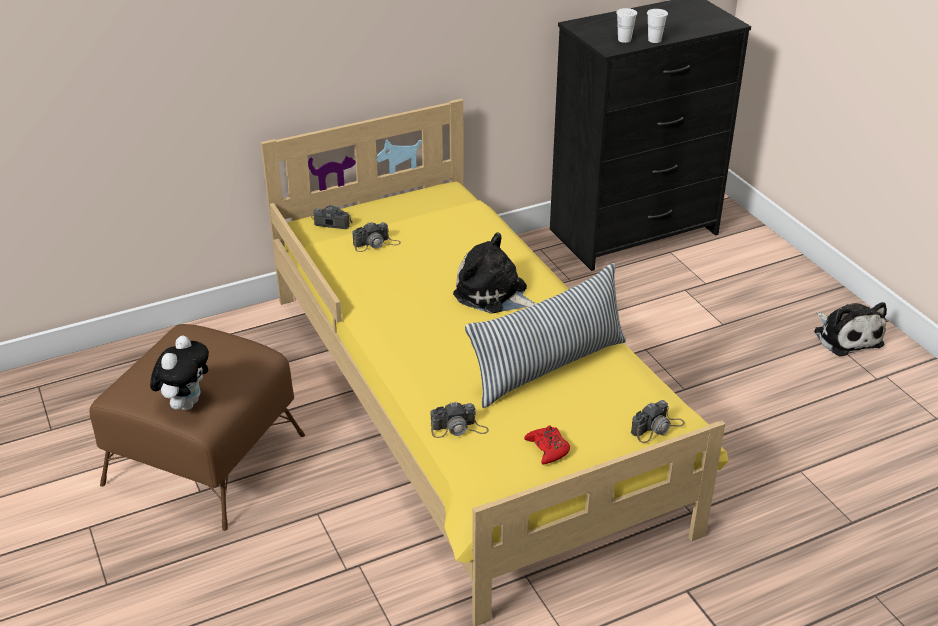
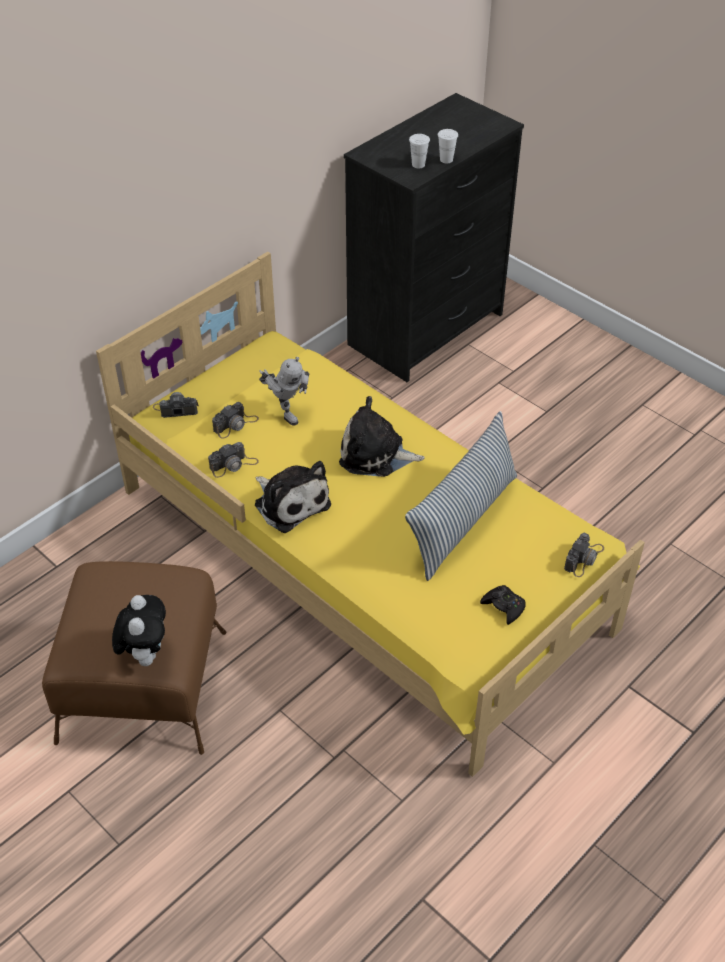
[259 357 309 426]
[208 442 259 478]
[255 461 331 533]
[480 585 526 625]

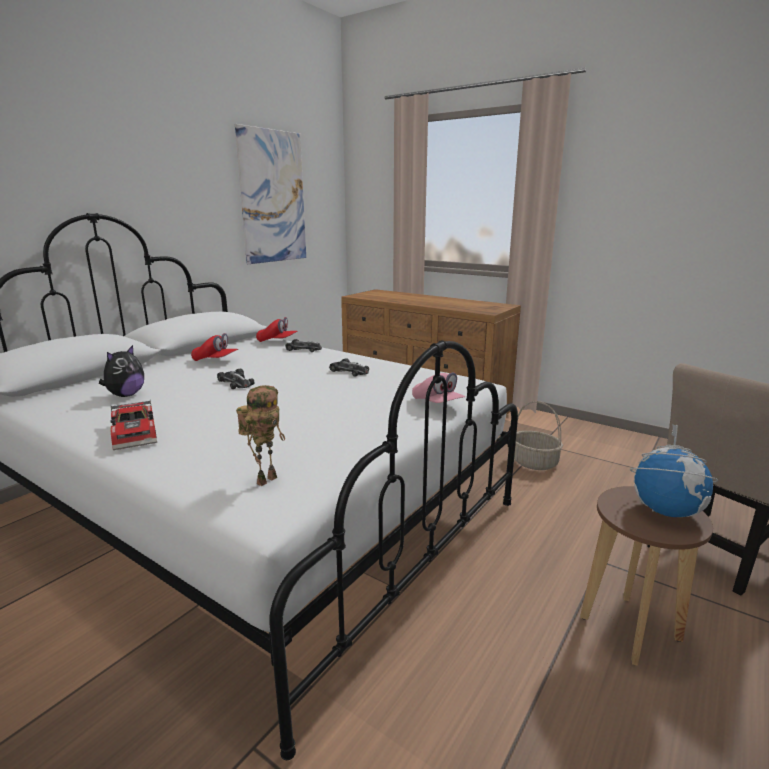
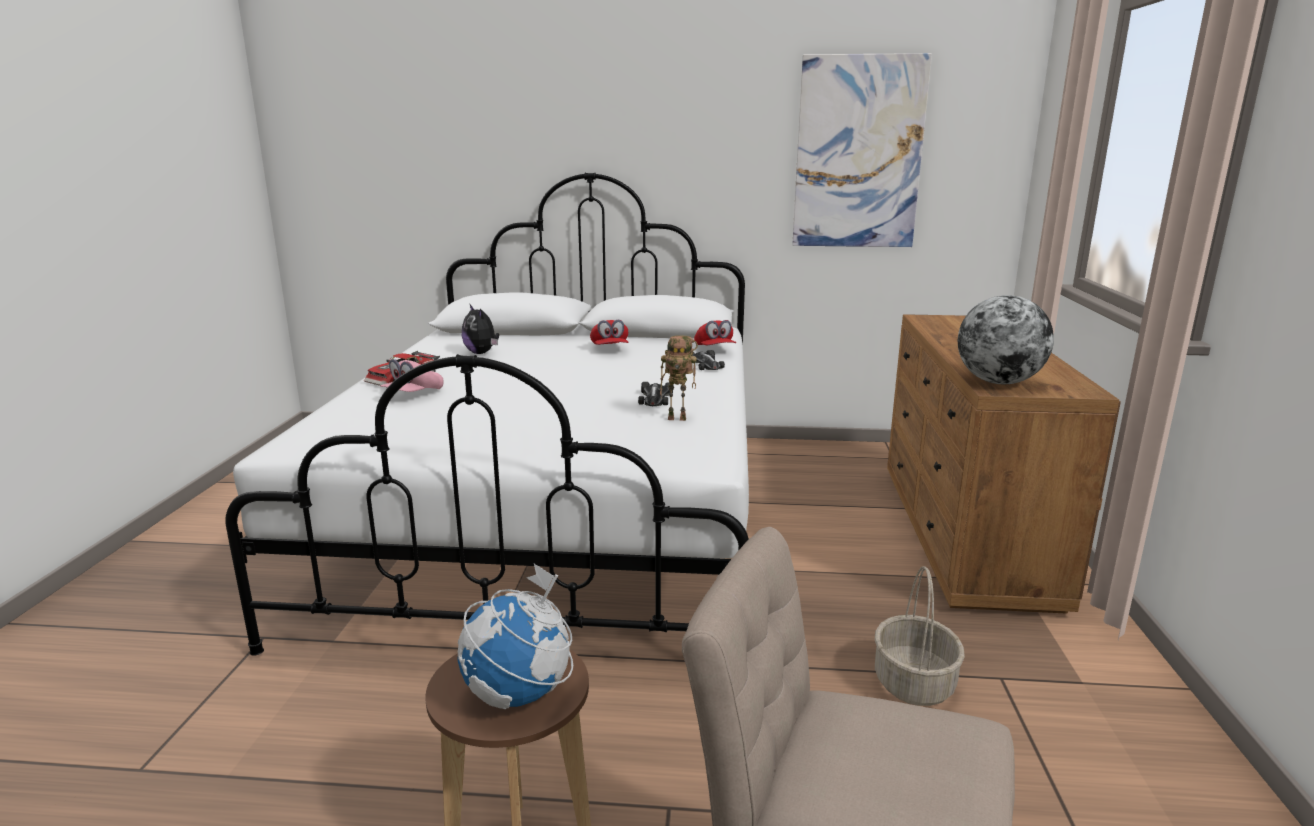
[217 369 254 389] (first image)
[958 295 1054 384]
[660 335 698 421]
[380 359 443 392]
[462 305 499 354]

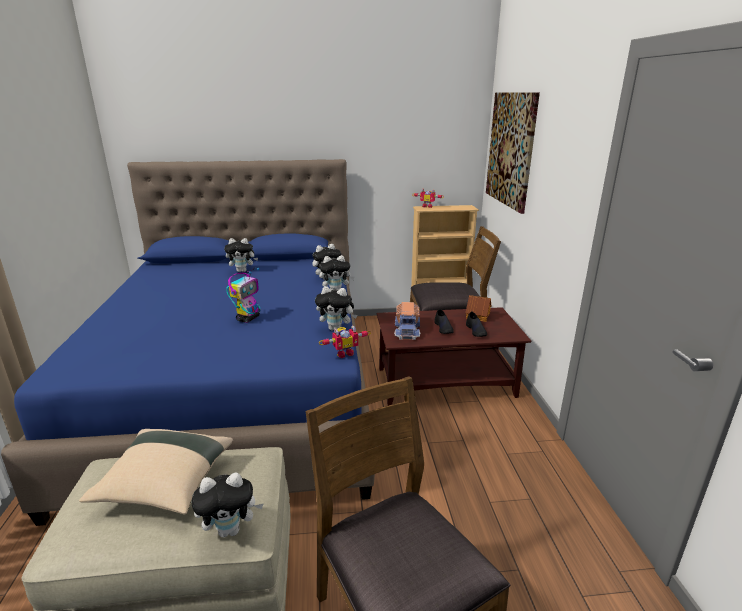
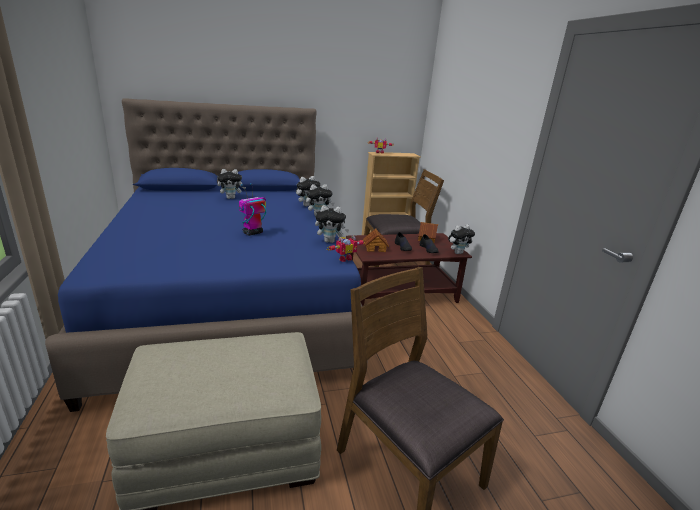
[79 429 233 515] (first image)
[486 93 540 214] (first image)
[448 224 475 254]
[363 228 389 252]
[239 183 266 236]

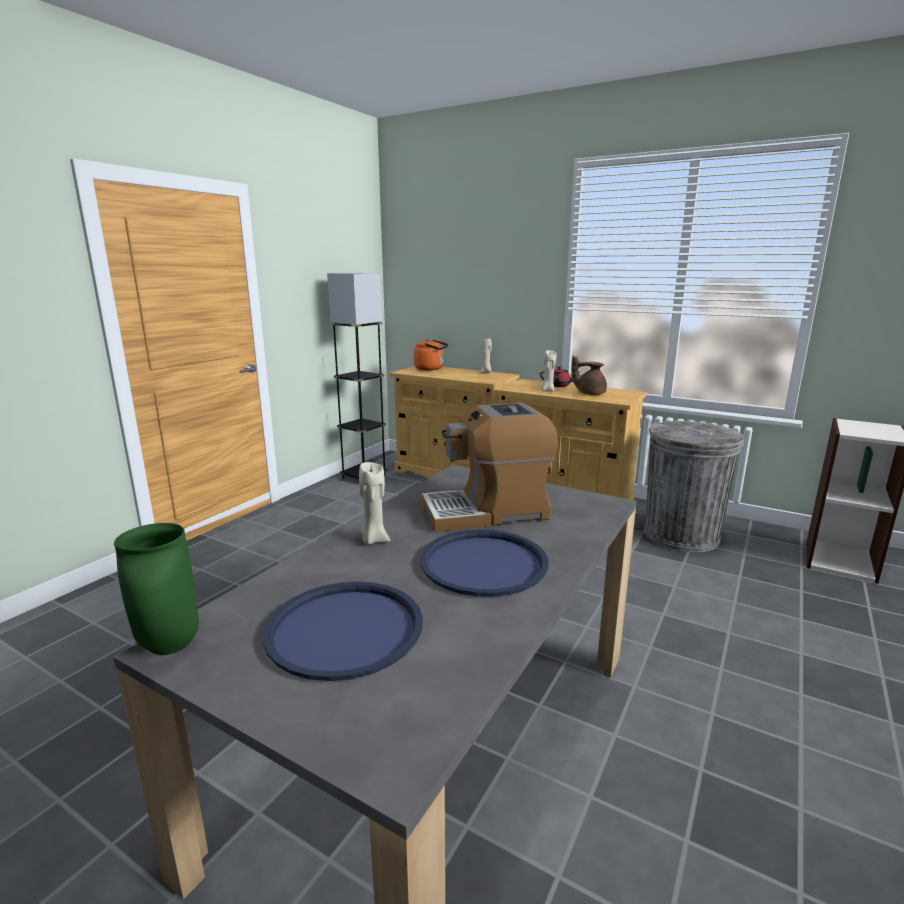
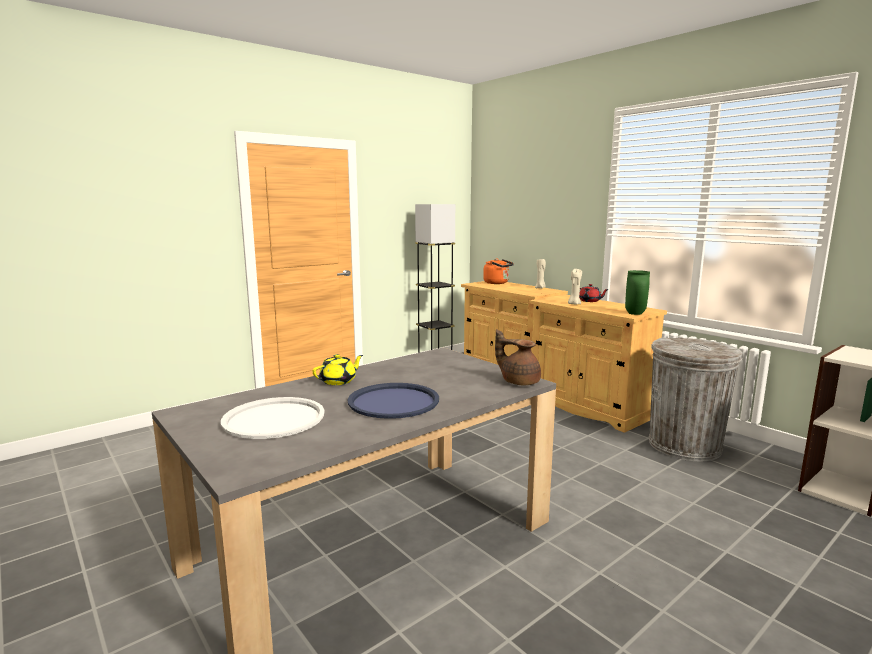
[421 403 558 532] (first image)
[625 270 650 315]
[495 329 541 385]
[312 354 363 385]
[221 397 325 439]

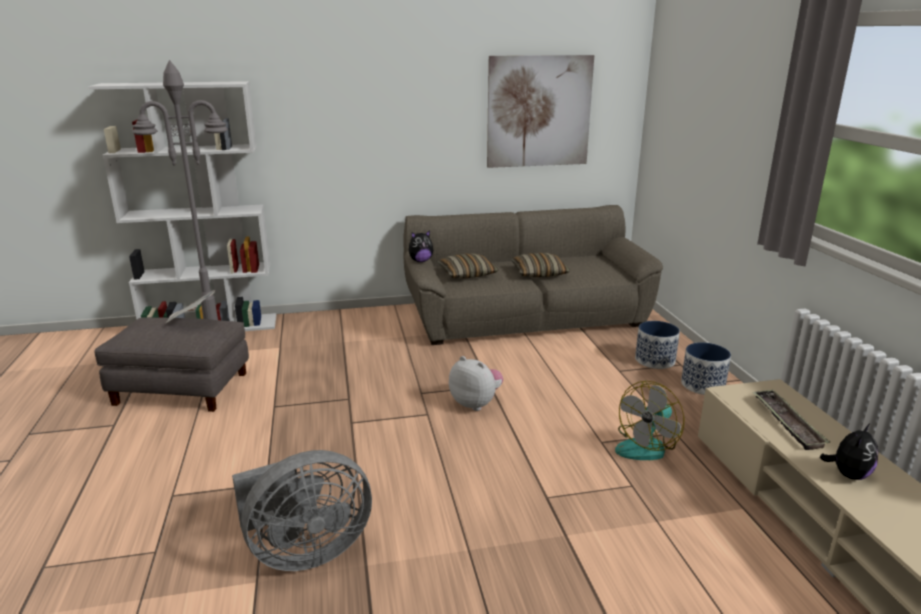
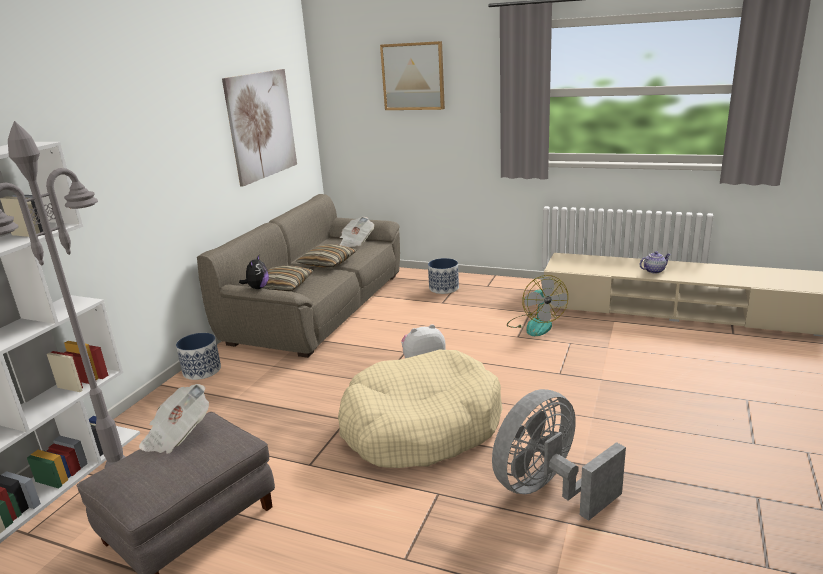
[752 390 830 450] (first image)
[338 350 502 468]
[340 217 374 247]
[380 41 445 110]
[176 333 221 380]
[640 251 671 274]
[492 389 626 521]

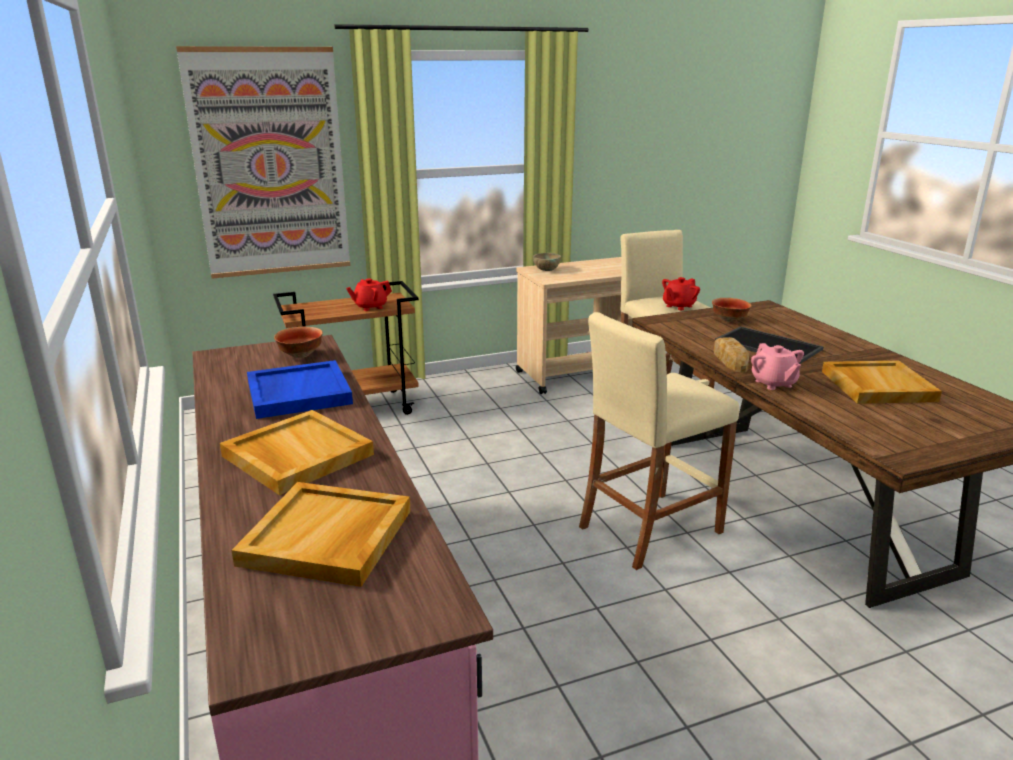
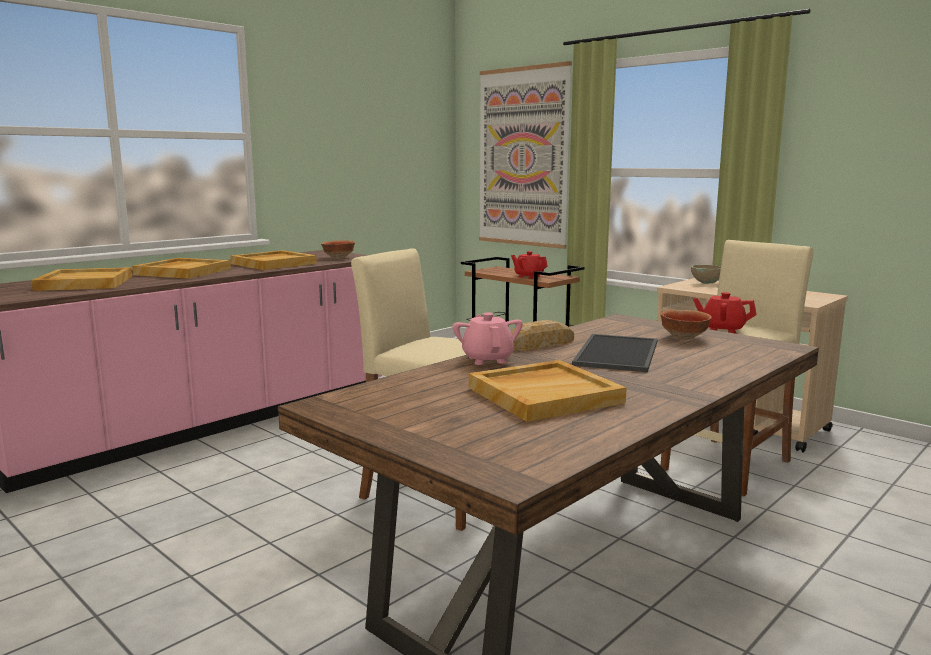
[230 250 317 270]
[452 313 523 365]

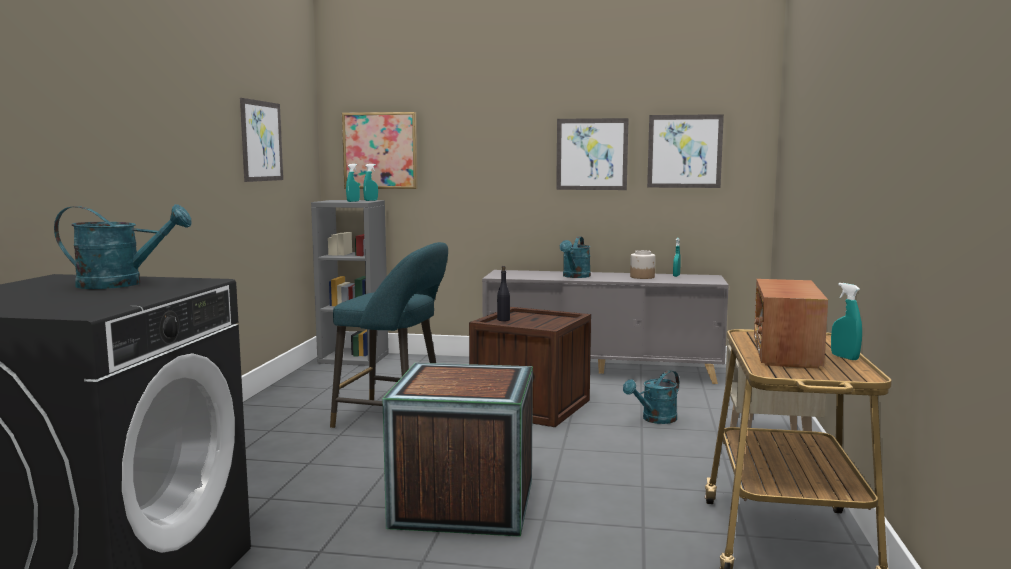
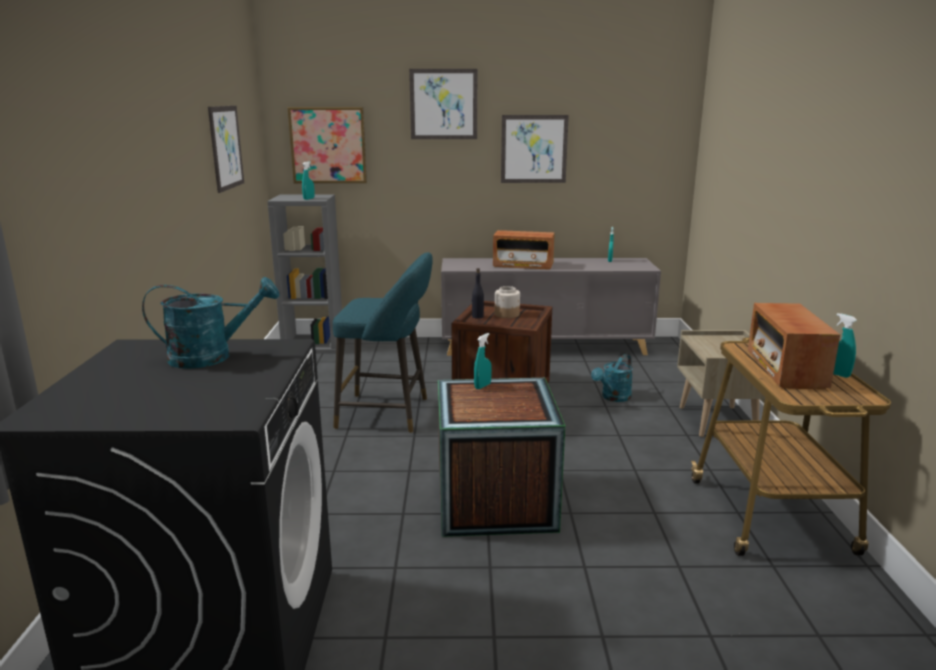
[474 333 492 389]
[495 286 520 318]
[409 69 477 139]
[493 230 555 270]

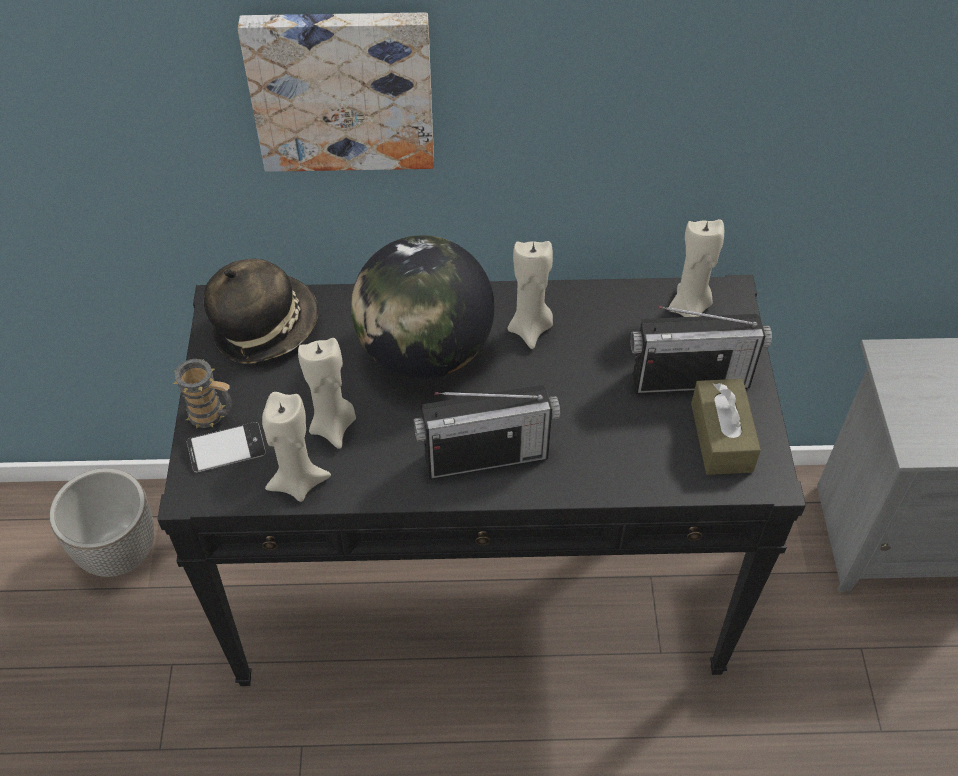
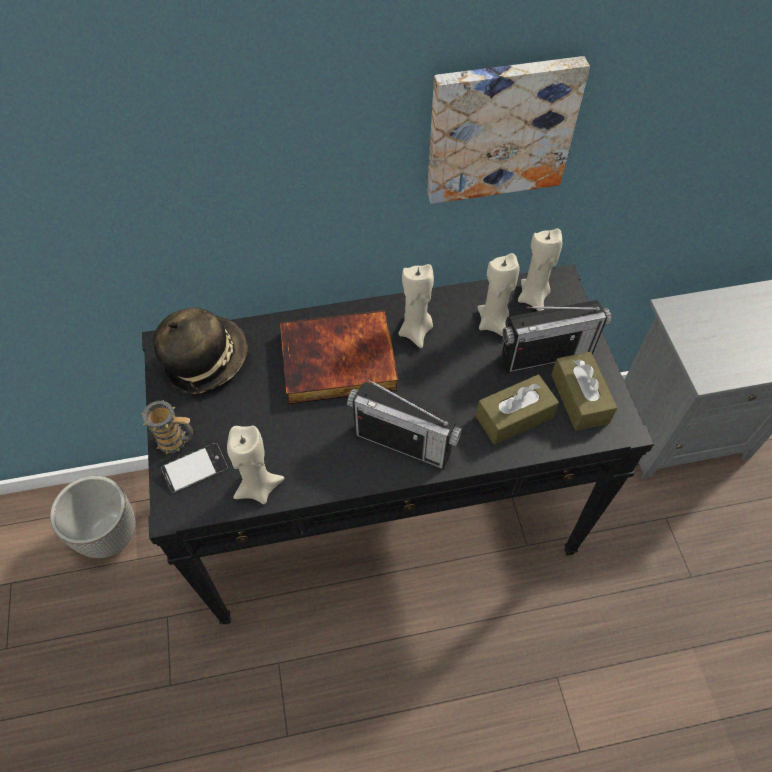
[476 375 559 445]
[427 56 590 204]
[478 253 519 336]
[280 310 399 404]
[347 378 462 470]

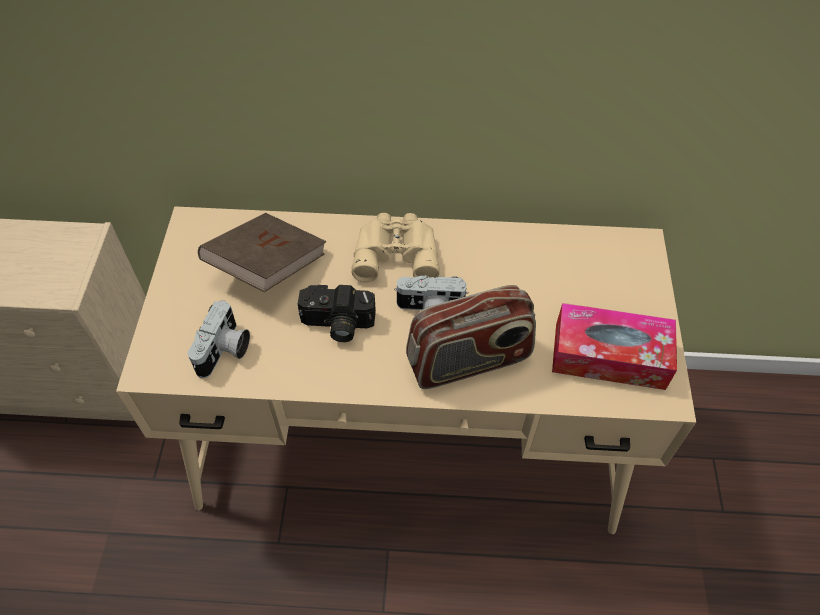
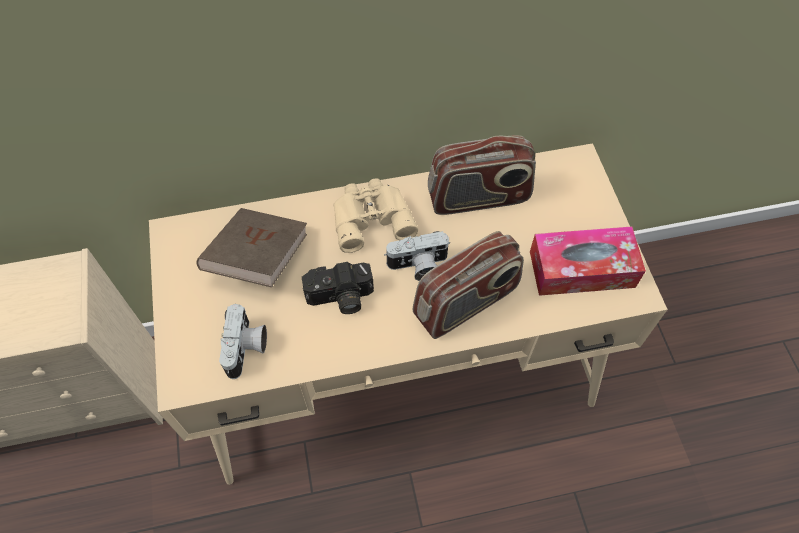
[428 135 536 215]

